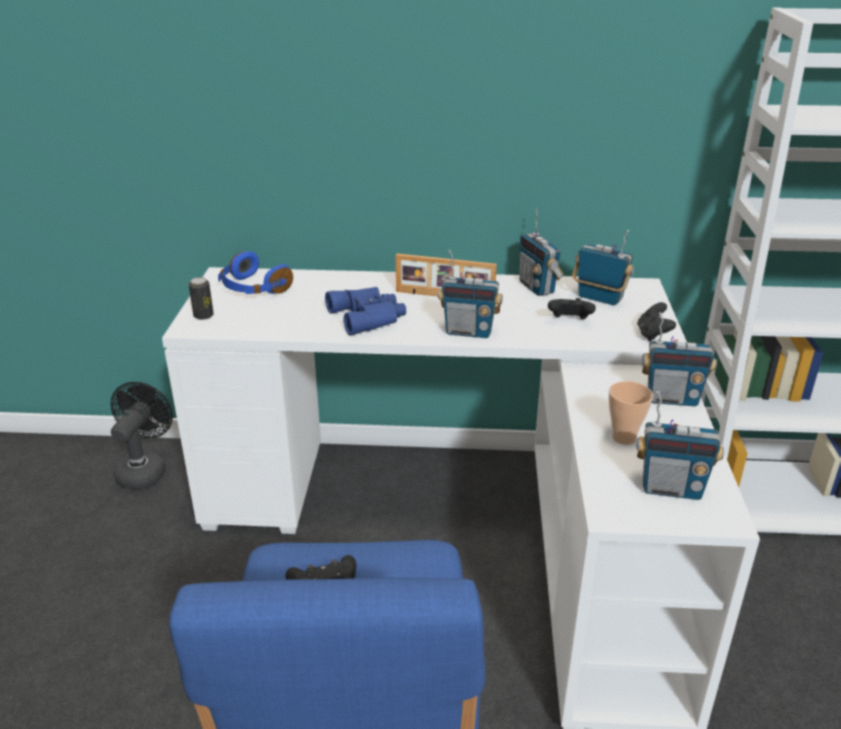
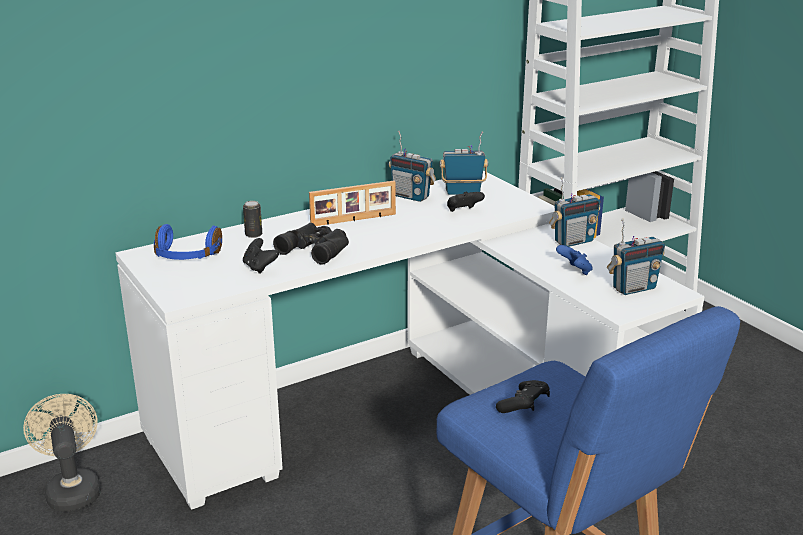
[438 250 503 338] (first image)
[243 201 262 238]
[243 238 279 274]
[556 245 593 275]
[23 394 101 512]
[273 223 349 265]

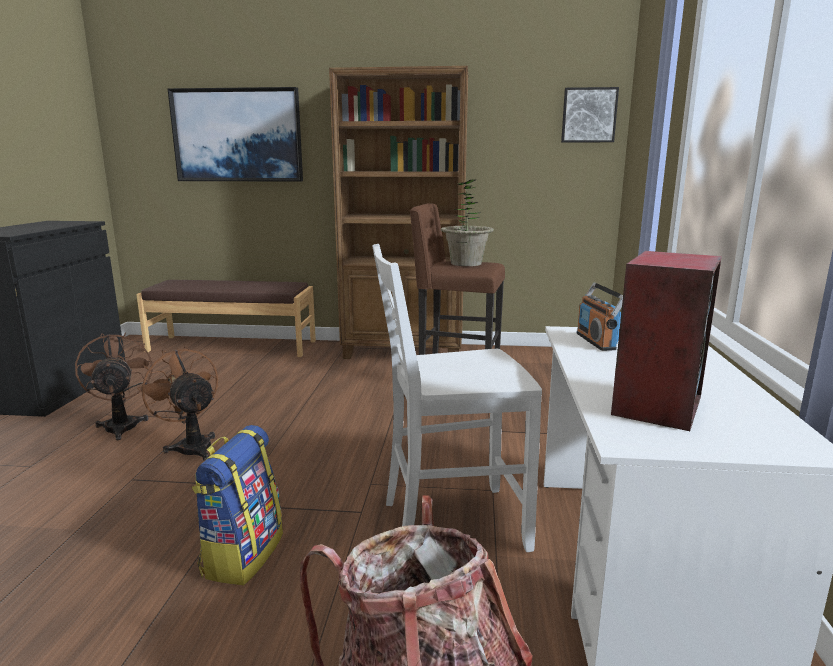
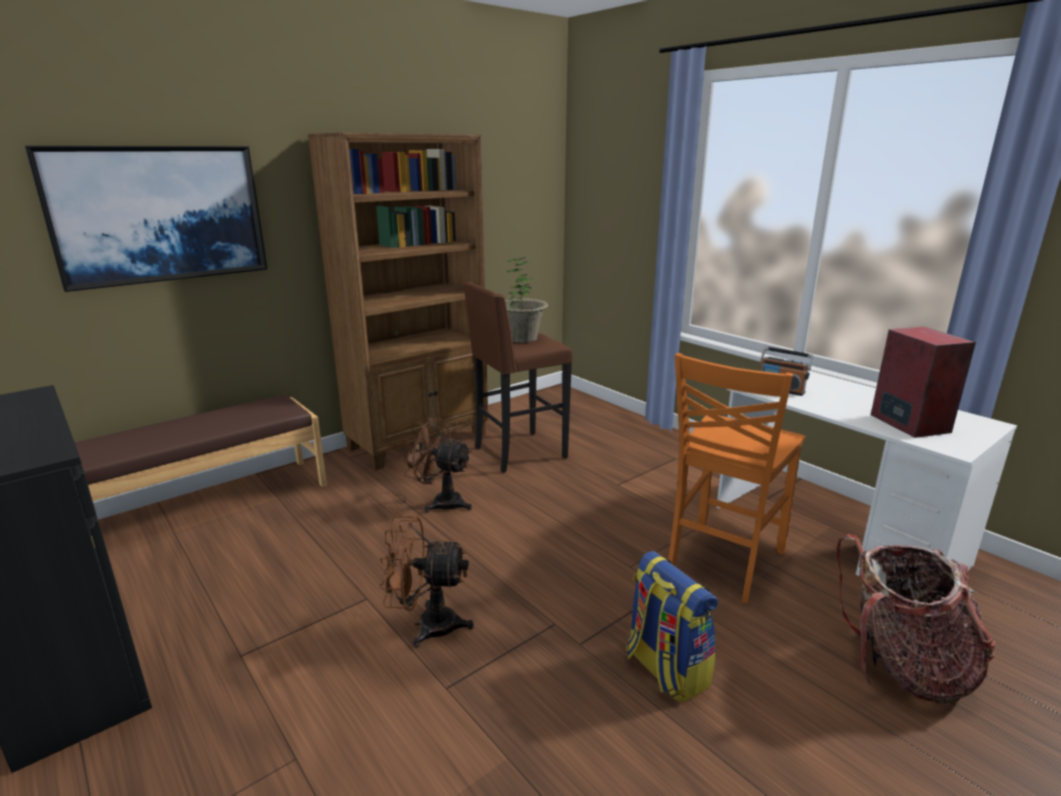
[561 87 619 142] (first image)
[400 416 472 513]
[668 353 805 603]

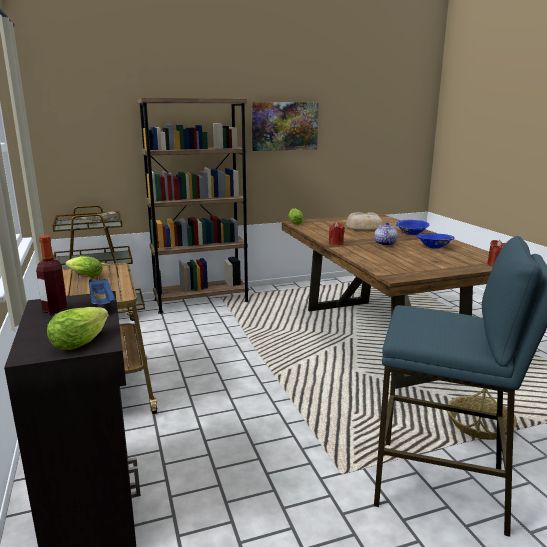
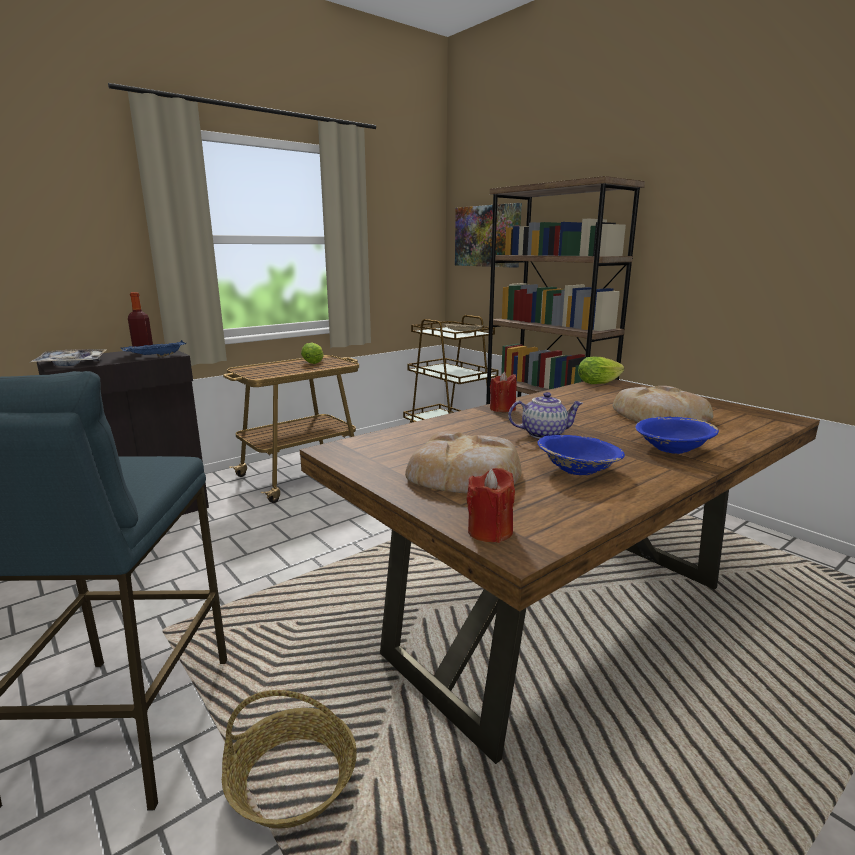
[405 431 522 494]
[455 203 522 268]
[31 349 107 366]

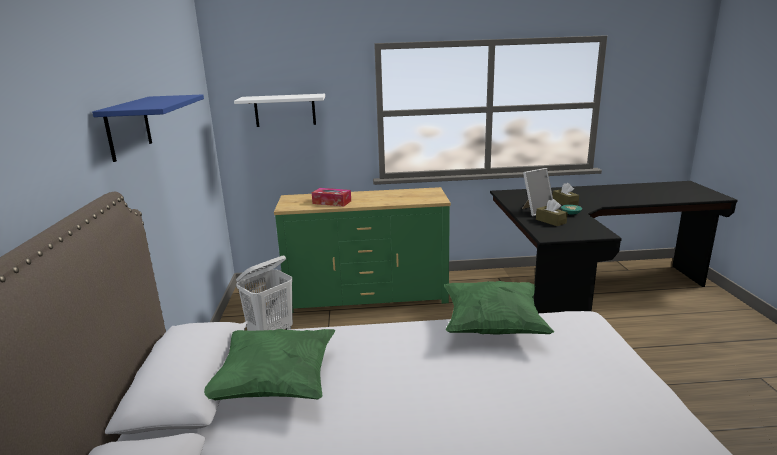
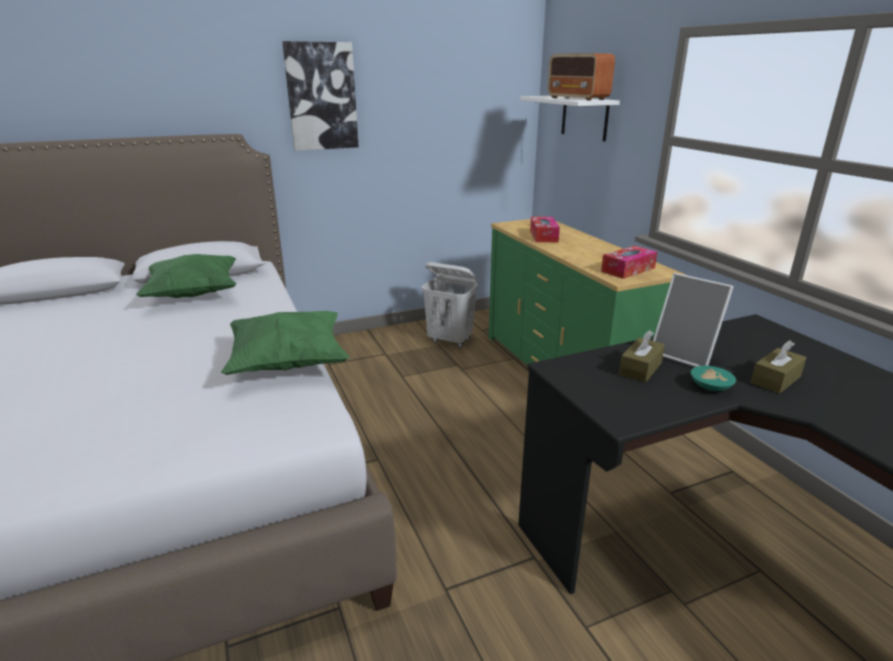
[548 53 615 101]
[601 246 657 279]
[283 41 359 151]

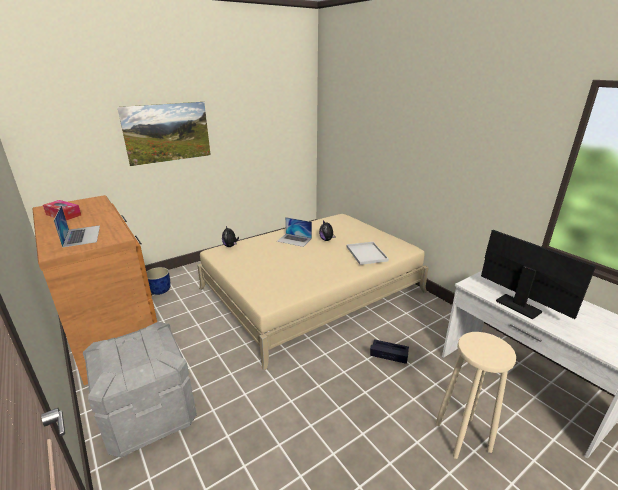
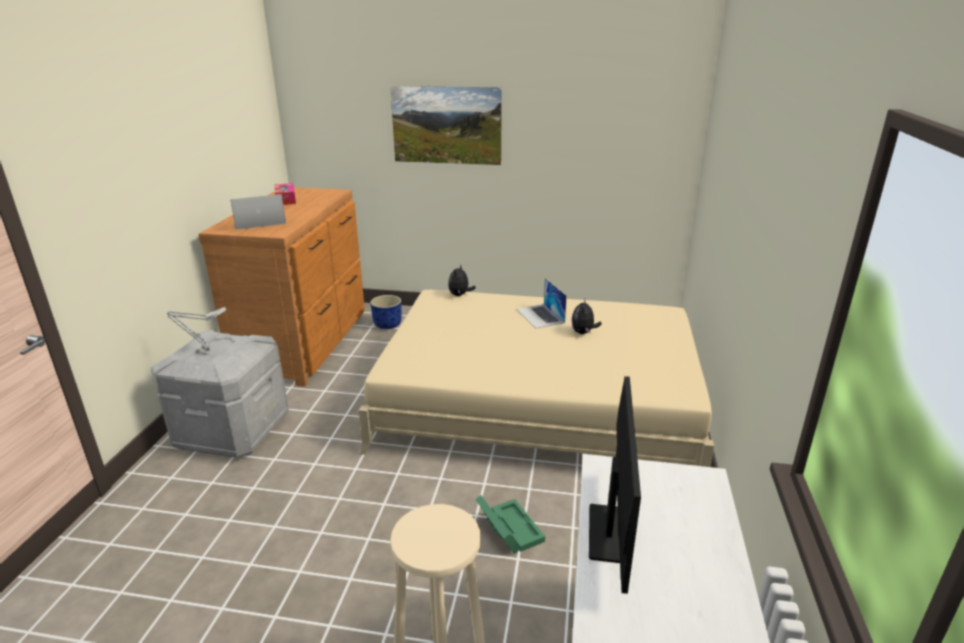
[347 242 389 265] (first image)
[167 307 226 354]
[475 495 545 554]
[230 194 286 230]

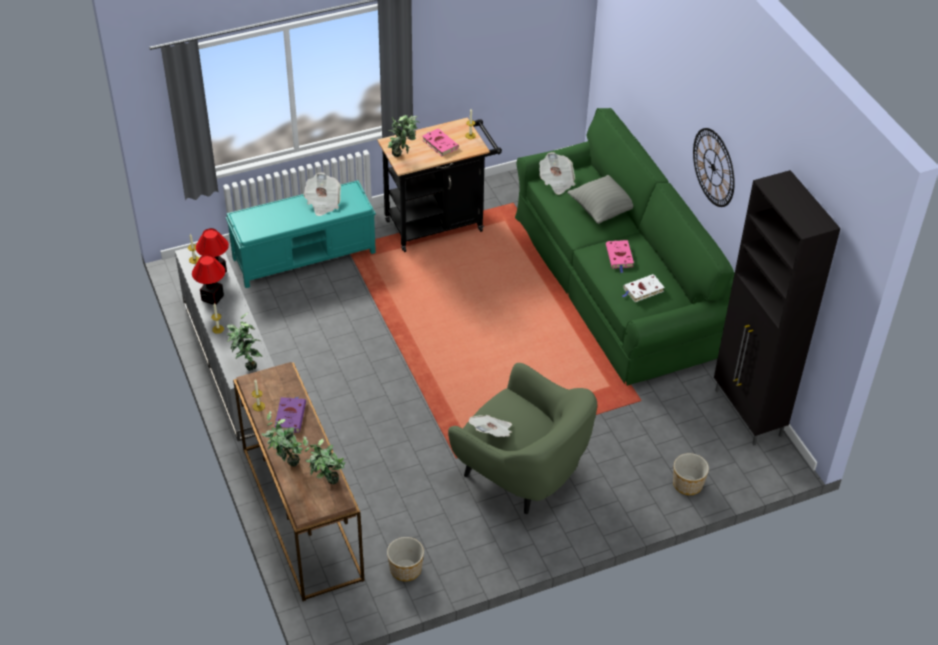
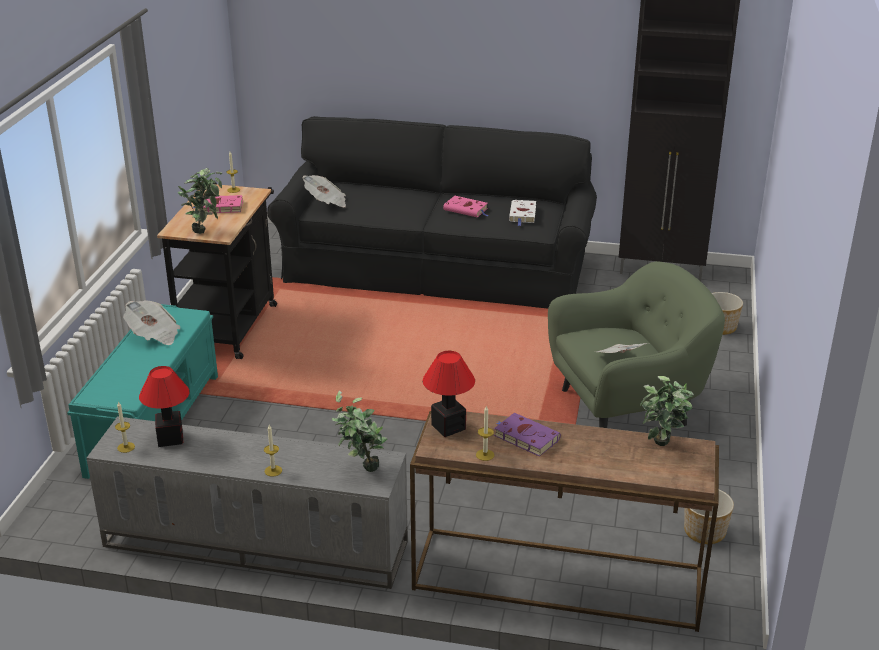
[261 411 303 467] (first image)
[567 175 633 224] (first image)
[693 128 735 207] (first image)
[423 351 475 437]
[267 116 597 309]

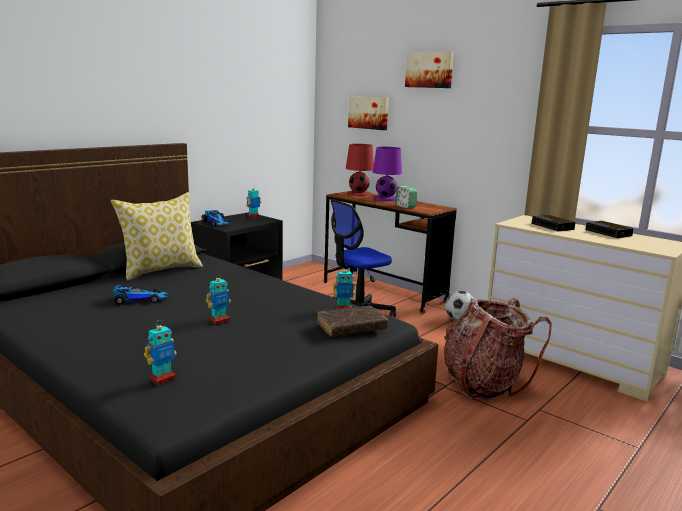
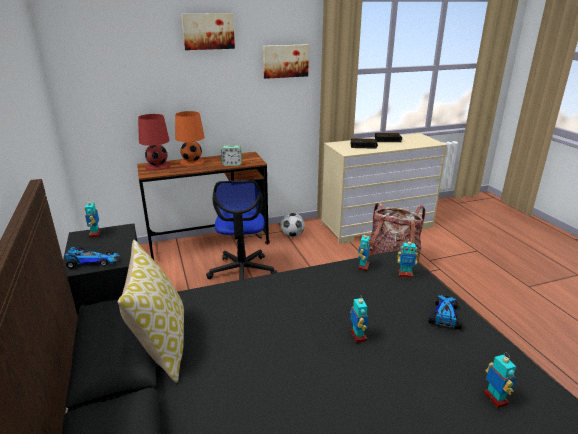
[428 295 463 330]
[263 44 309 79]
[397 242 418 278]
[175 111 205 167]

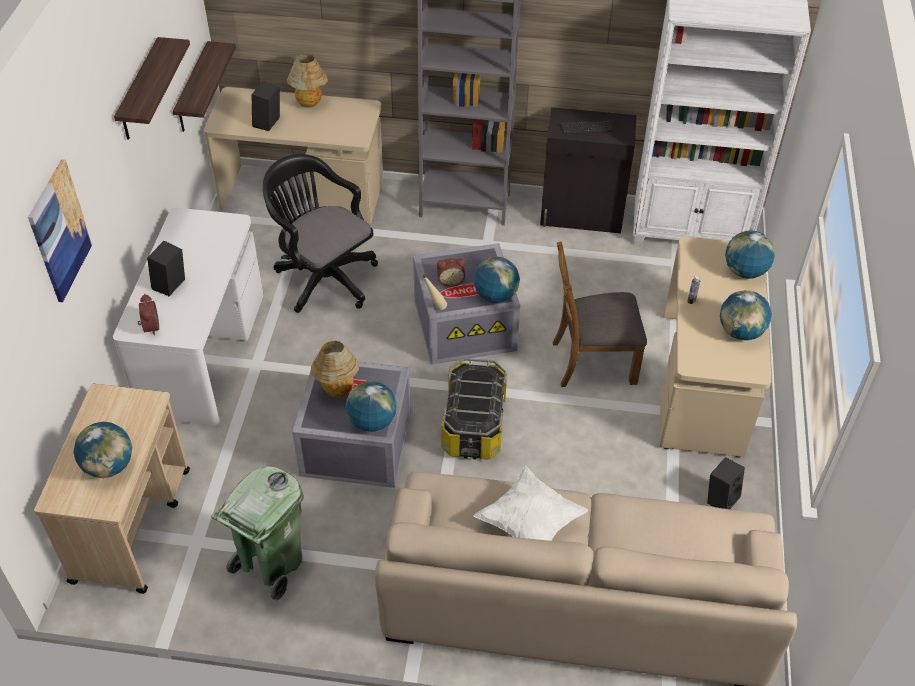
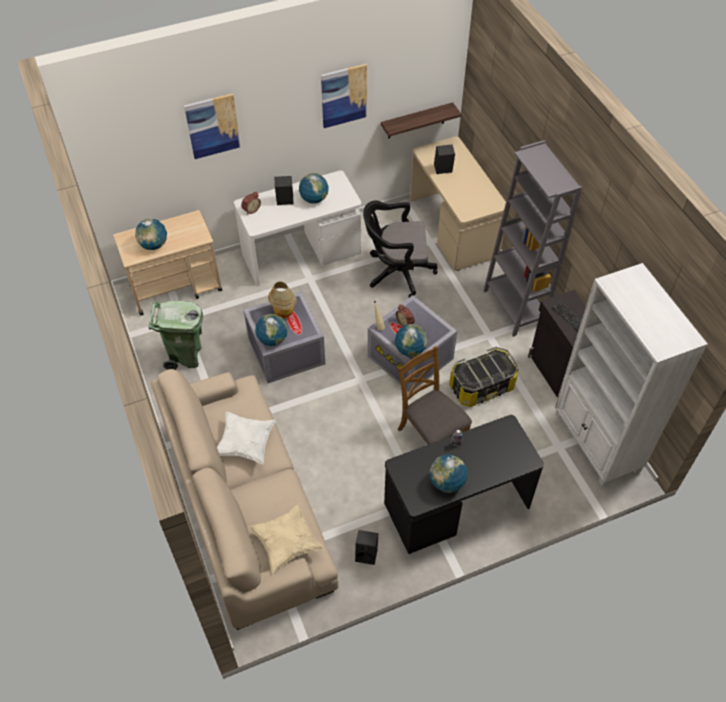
[287 54 328 107] (first image)
[249 503 324 573]
[449 347 519 407]
[299 173 329 204]
[321 64 367 128]
[384 415 544 554]
[363 200 438 298]

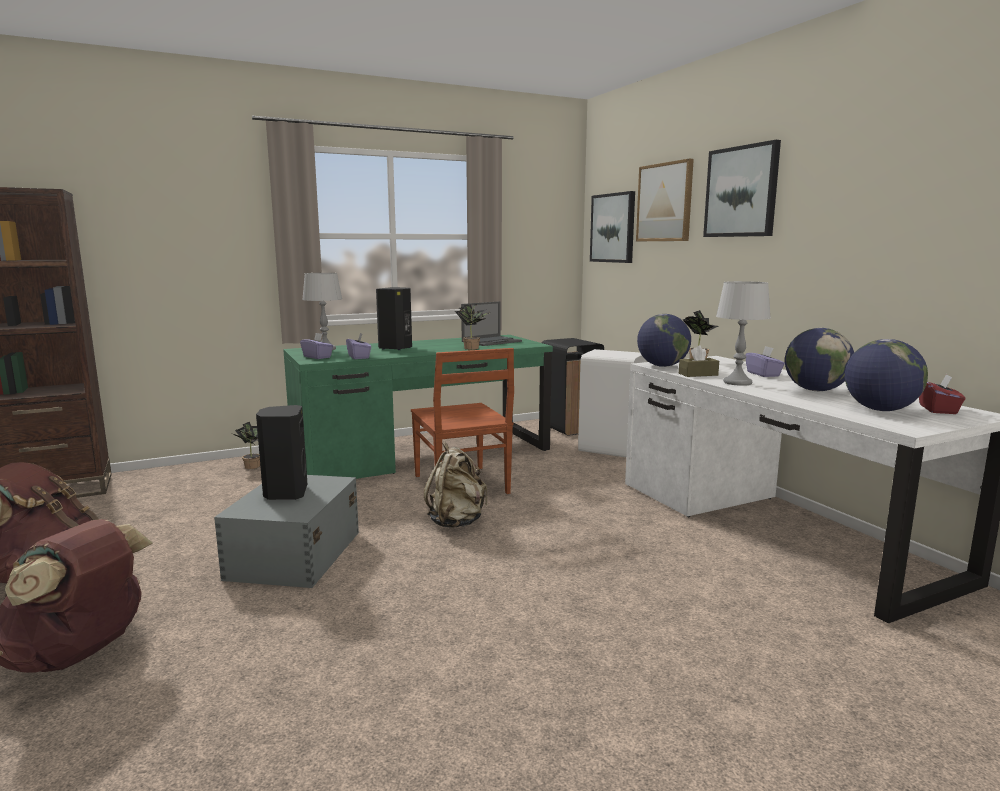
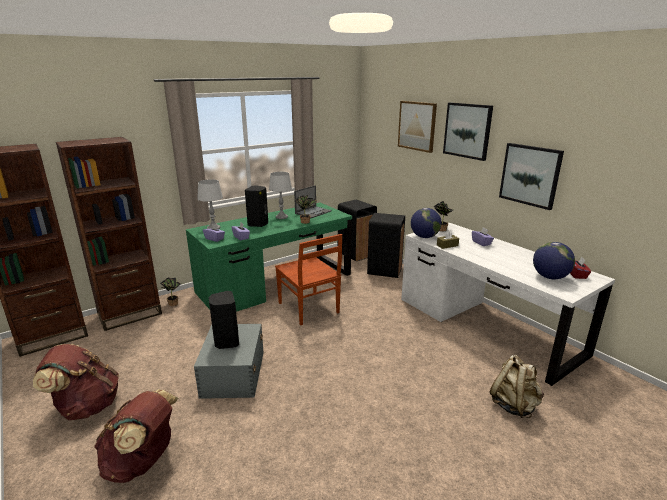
[785 328 854 391] (first image)
[56 137 162 331]
[490 355 544 418]
[499 143 564 210]
[269 172 292 219]
[367 213 405 278]

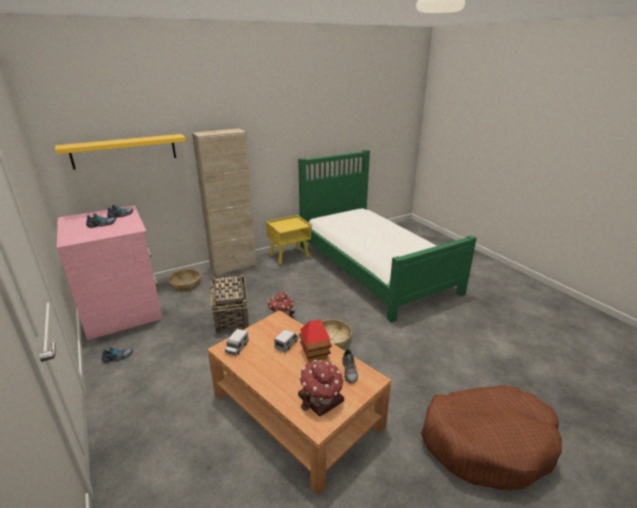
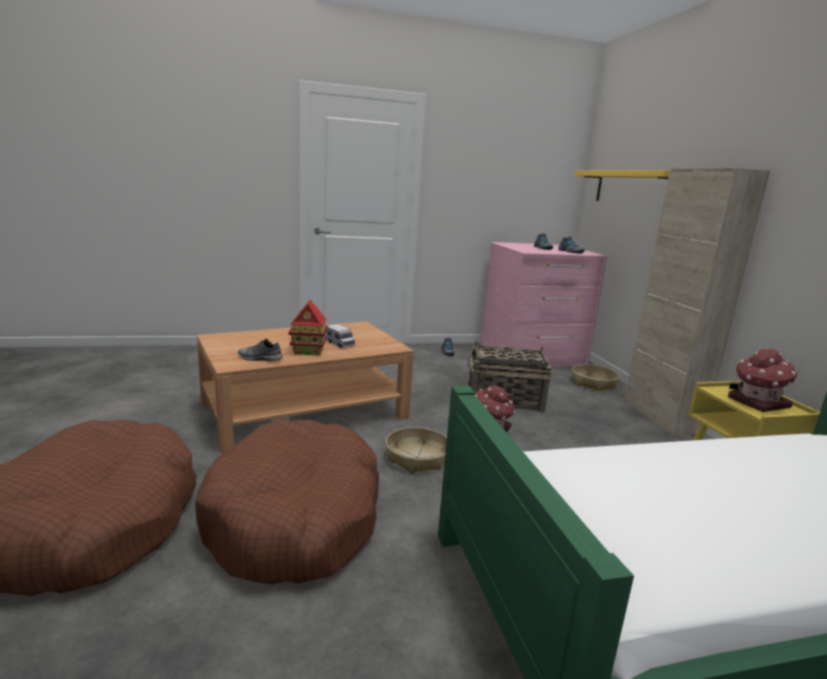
[225 329 249 356] (first image)
[195 419 379 585]
[728 348 798 412]

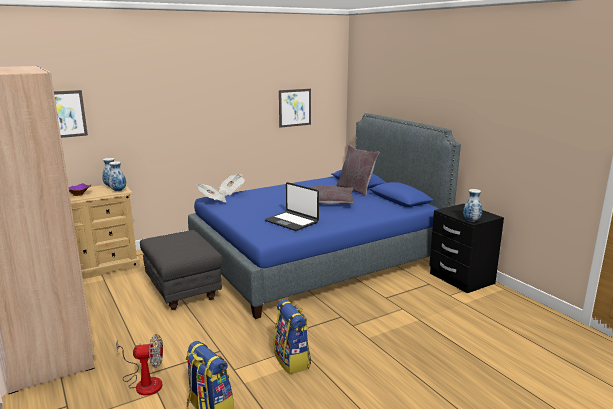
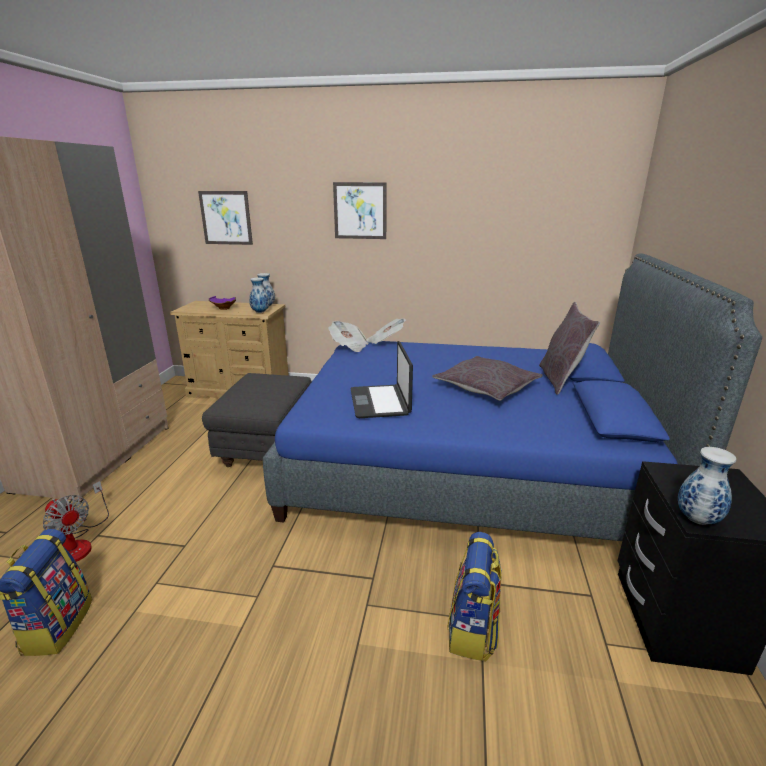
[447 532 502 662]
[333 182 387 239]

